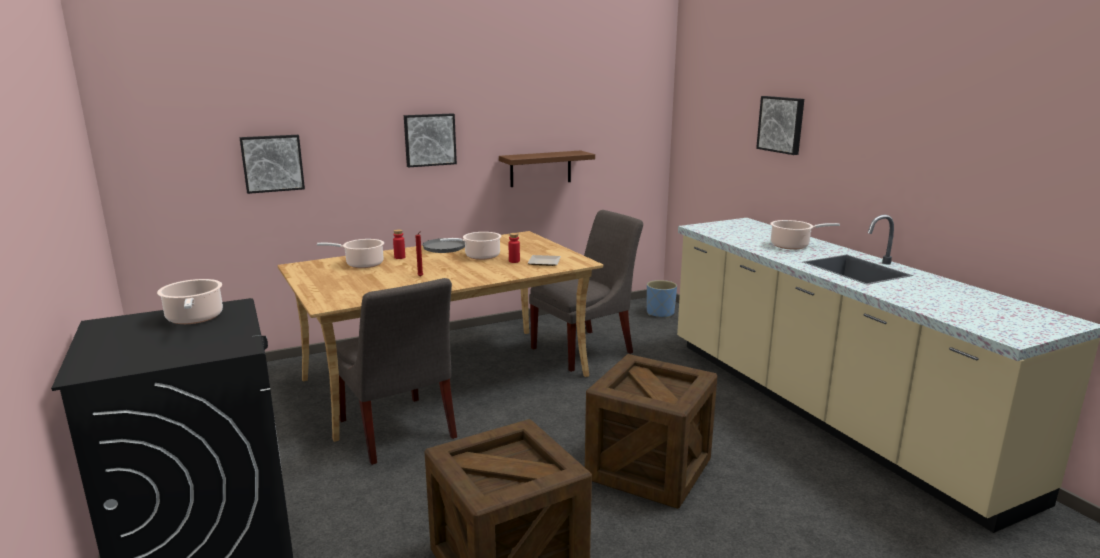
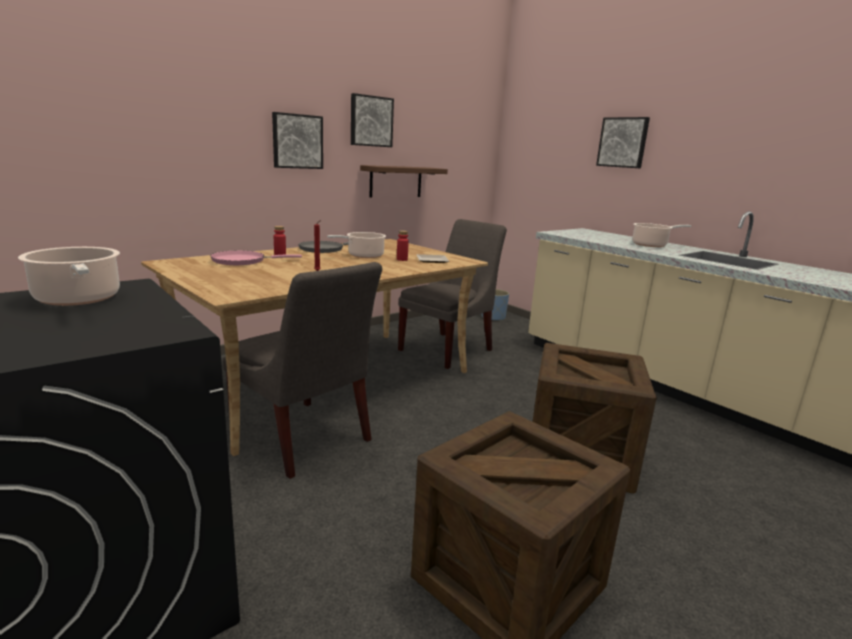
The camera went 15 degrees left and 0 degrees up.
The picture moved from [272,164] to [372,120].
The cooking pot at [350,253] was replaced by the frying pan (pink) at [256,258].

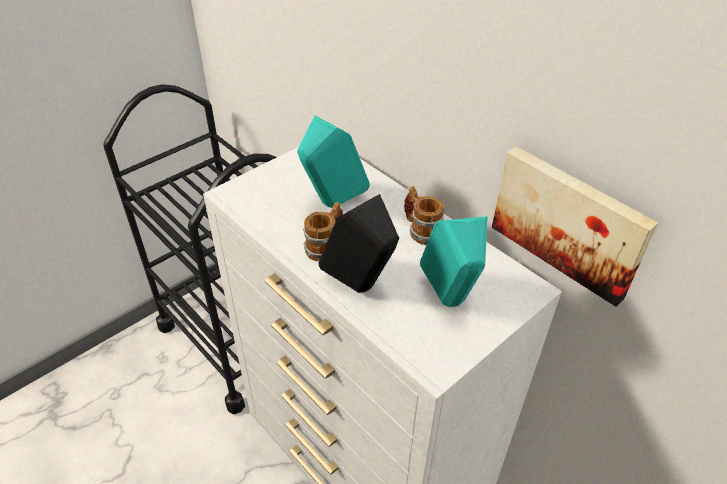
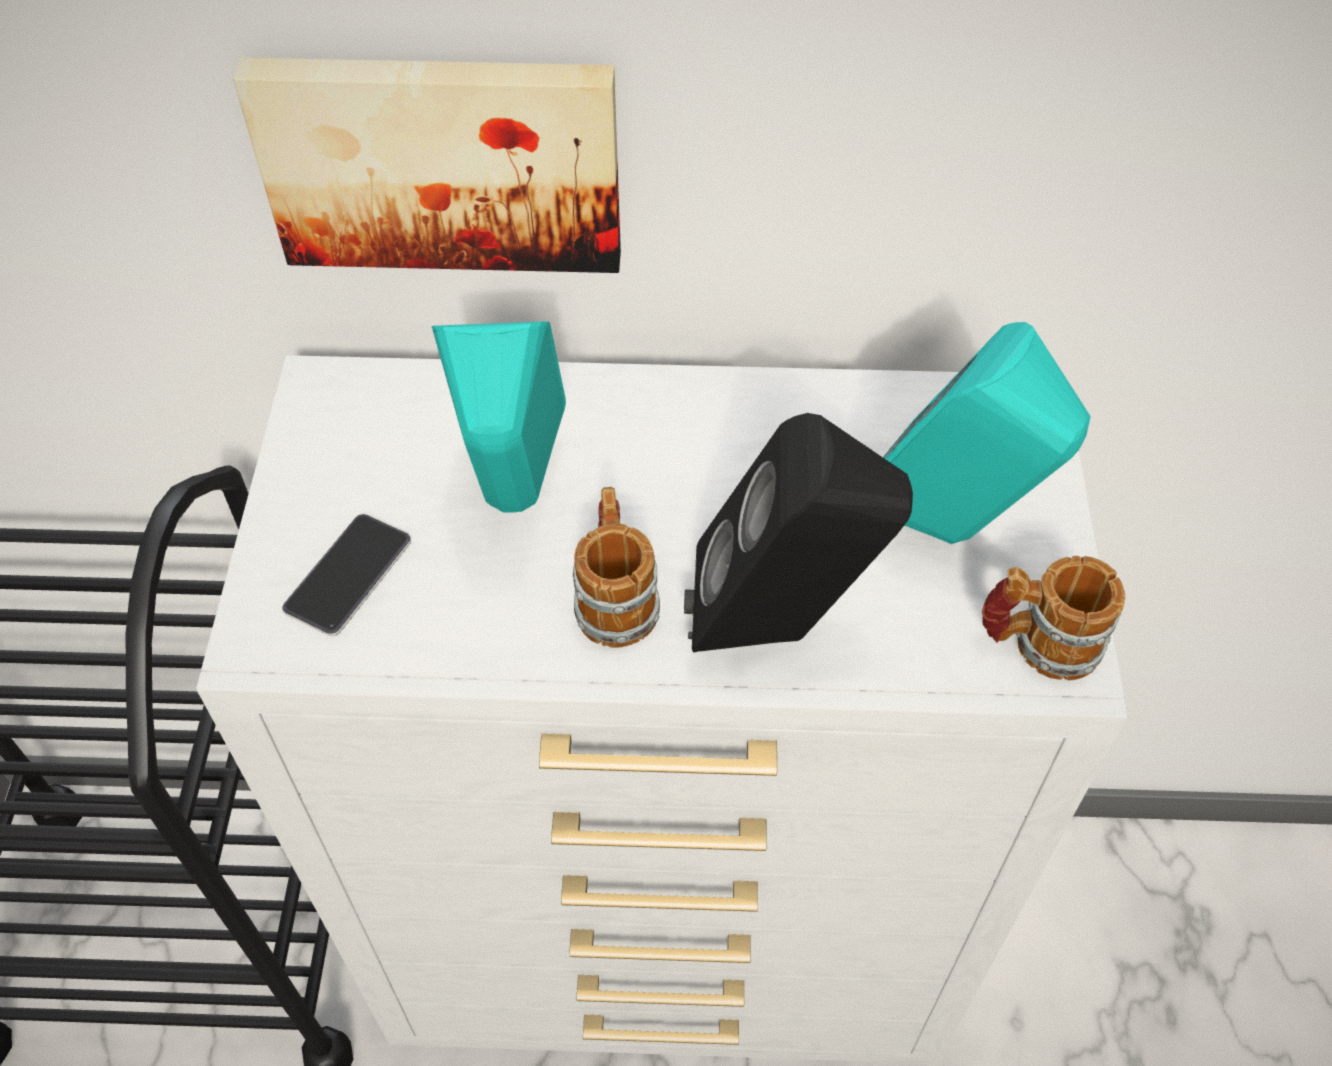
The camera went 45 degrees left and 10 degrees up.
The picture moved from [575,226] to [427,165].
The mug moved from [424,215] to [1053,618].
The phone at [346,575] appeared.

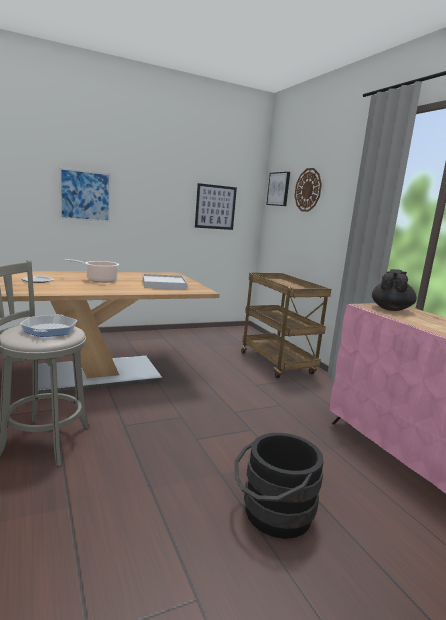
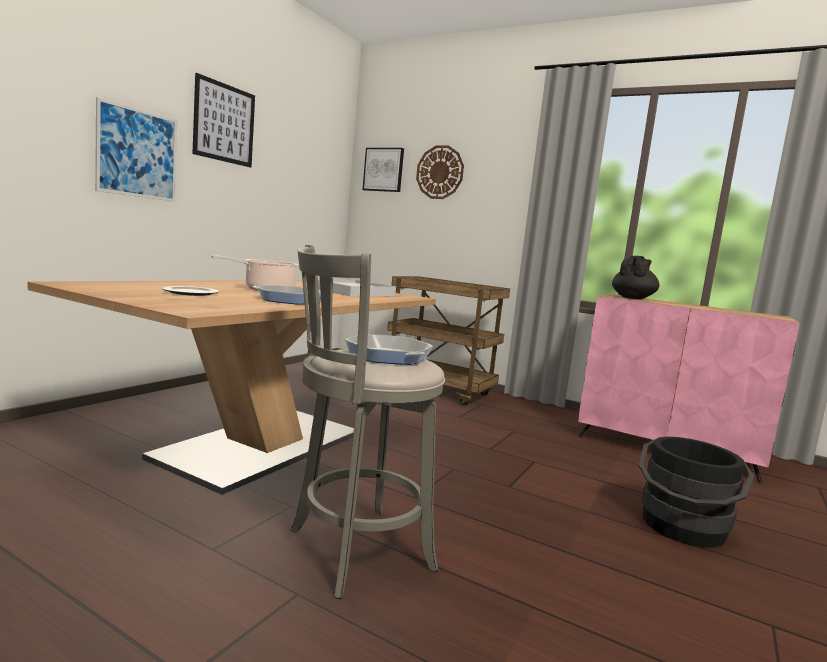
The camera went 35 degrees left and 5 degrees down.
The picture moved from [216,206] to [223,120].
The teapot (black) at [394,290] turned 45 degrees clockwise.
The frying pan at [287,295] appeared.

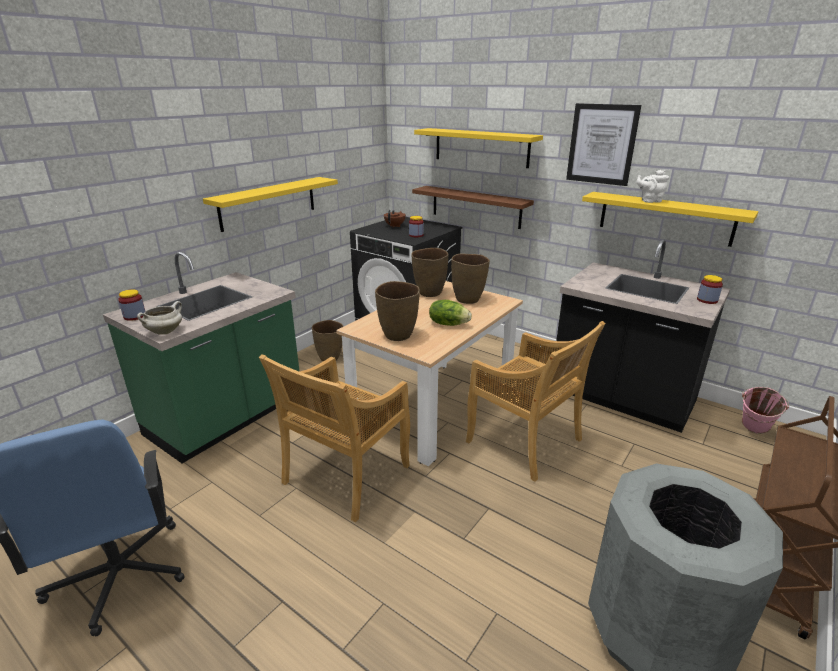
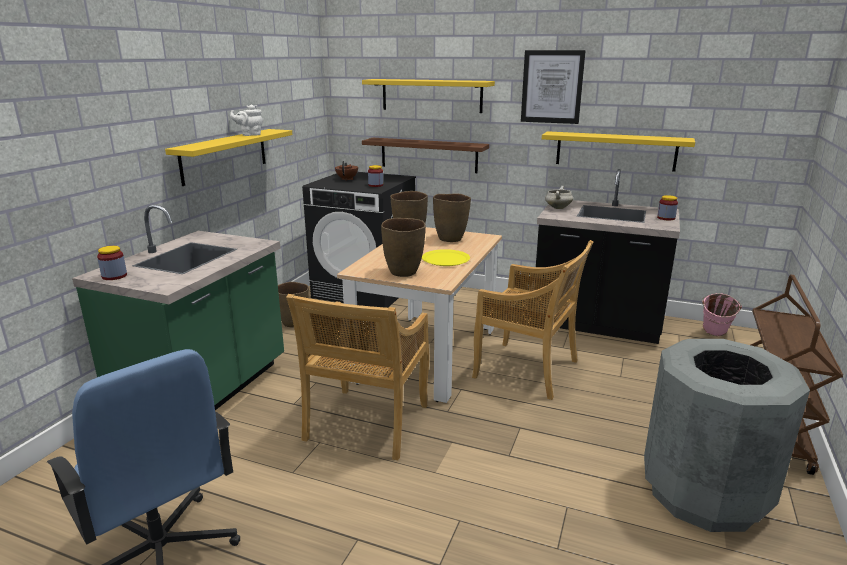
The camera went 15 degrees left and 5 degrees down.
The teapot (white) moved from [653,186] to [246,120].
The lettuce at [450,313] was replaced by the plate (yellow) at [446,257].
The cooking pot (white) moved from [159,318] to [559,197].

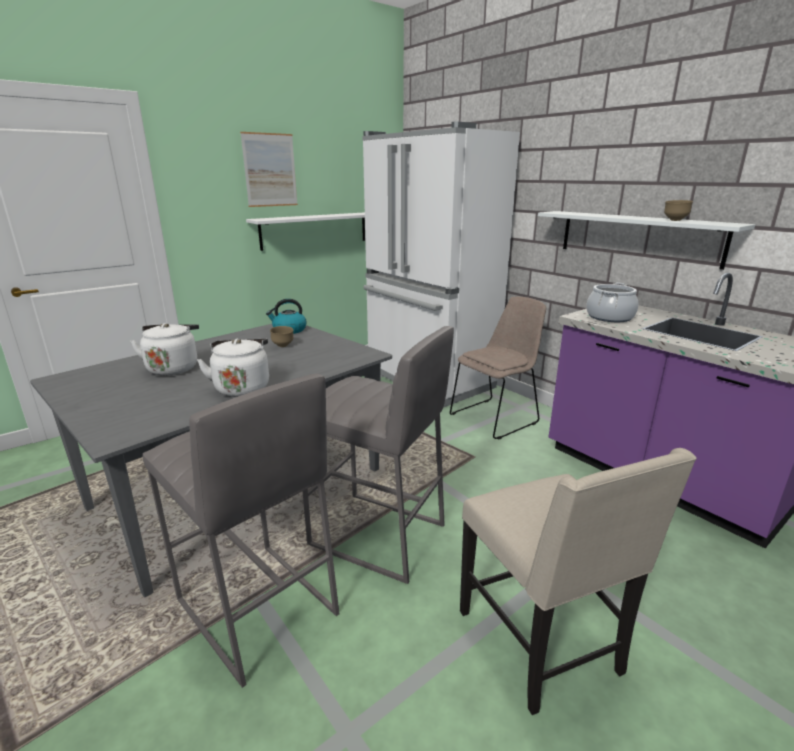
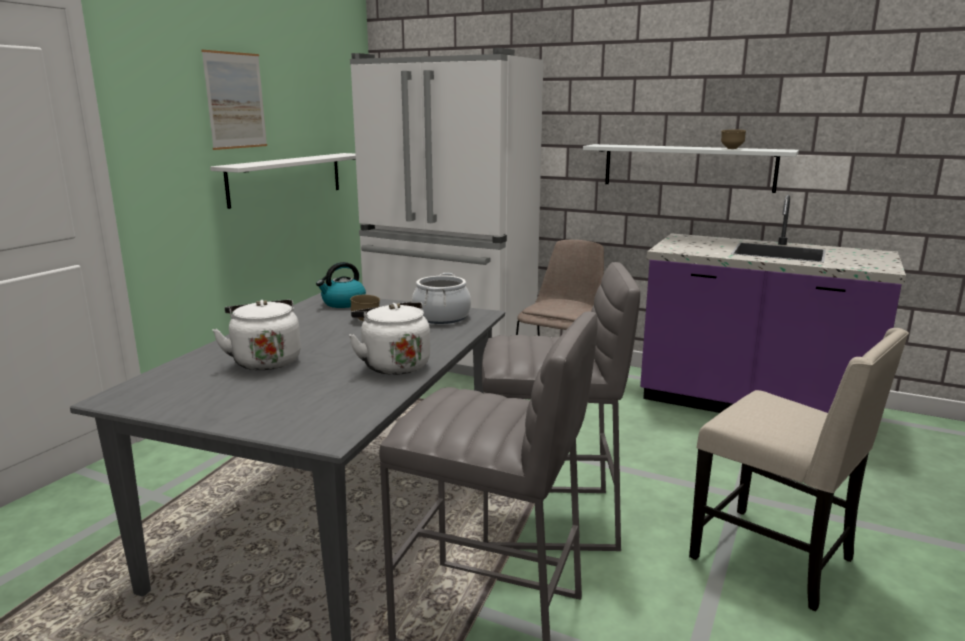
The camera went 25 degrees left and 5 degrees down.
The cooking pot moved from [612,302] to [441,298].

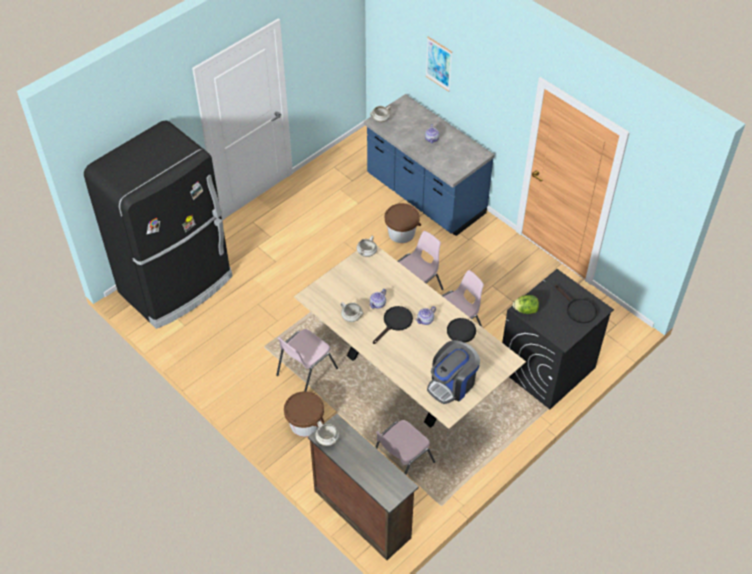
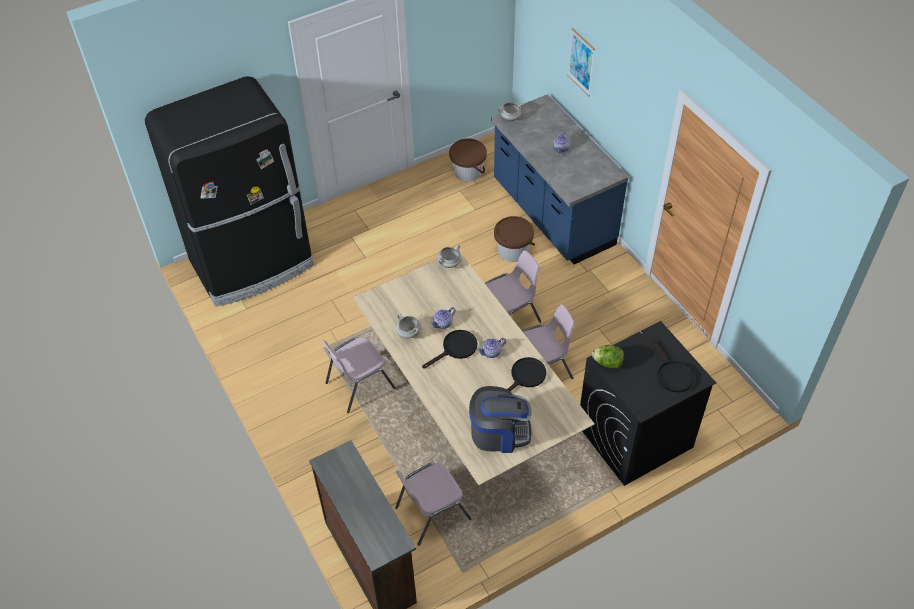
The camera went 15 degrees right and 0 degrees up.
The coffee machine at [453,372] turned 150 degrees counterclockwise.
The bucket (brown) moved from [304,414] to [468,160].
The cooking pot (white) at [327,433] disappeared.

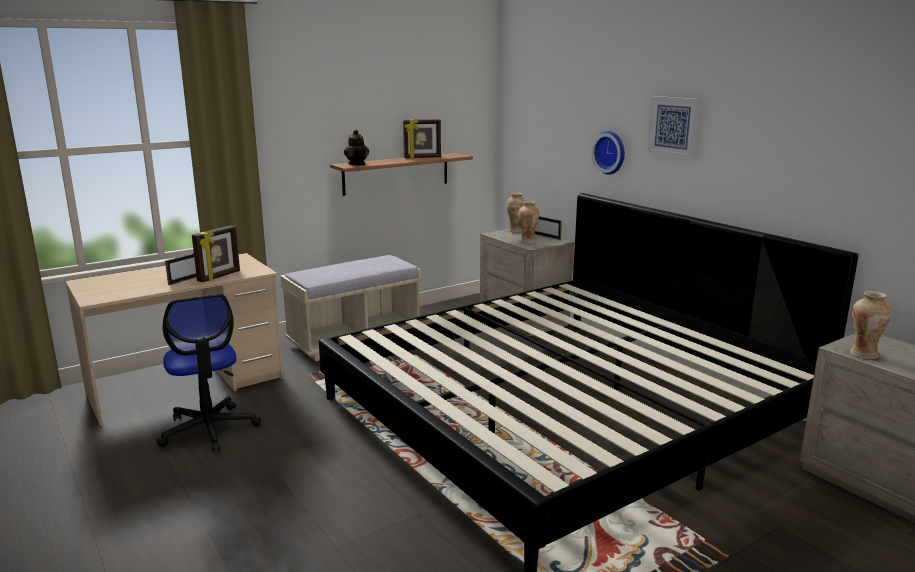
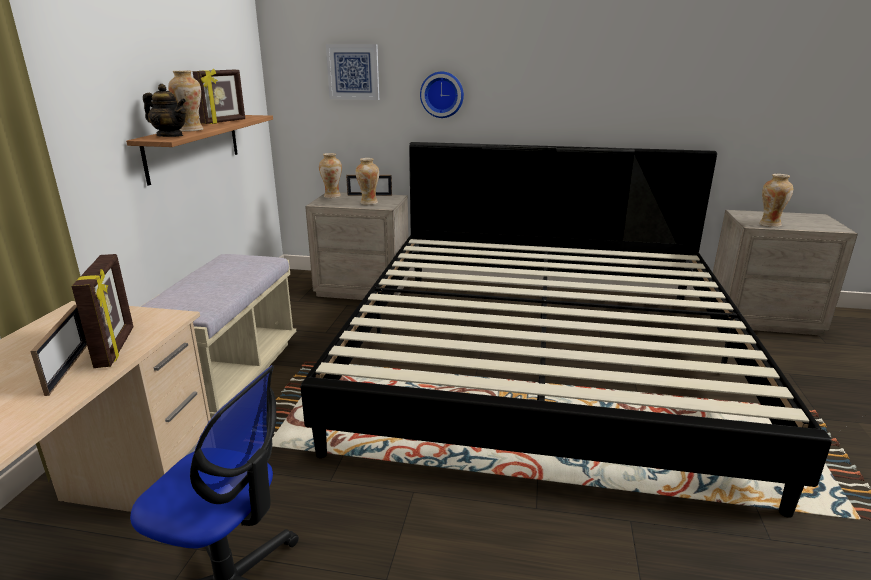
The camera went 45 degrees left and 5 degrees up.
The picture moved from [673,127] to [352,72].
The vase at [186,101] appeared.

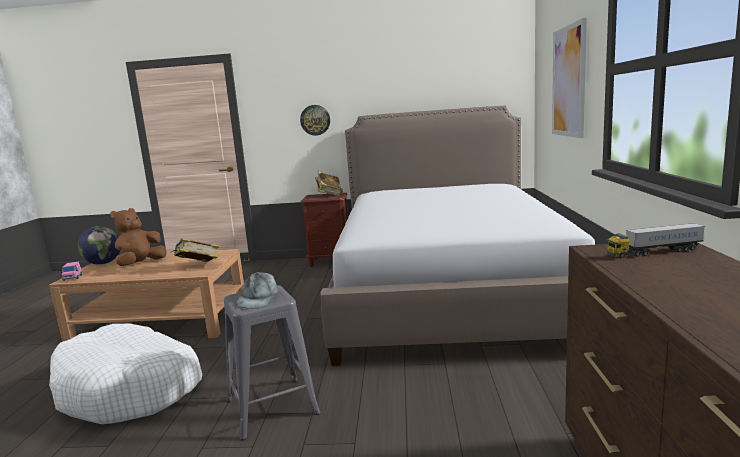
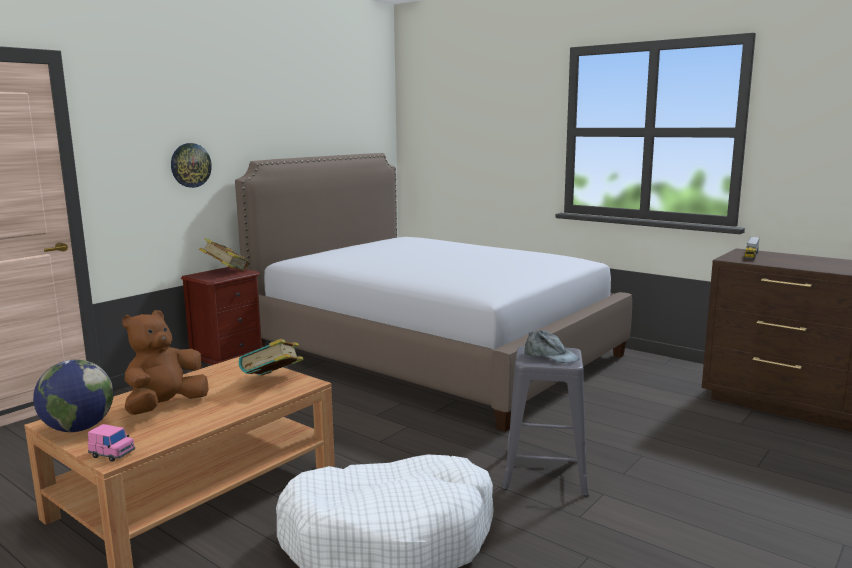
The camera went 55 degrees left and 0 degrees up.
The picture at [569,78] disappeared.
The plush toy (brown) at [138,237] turned 60 degrees clockwise.

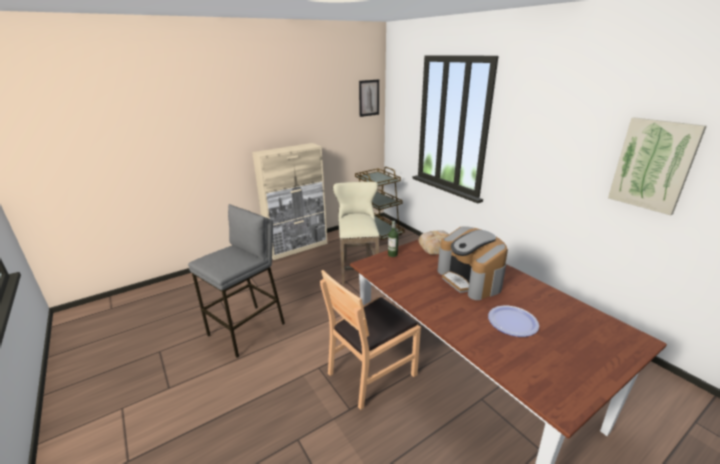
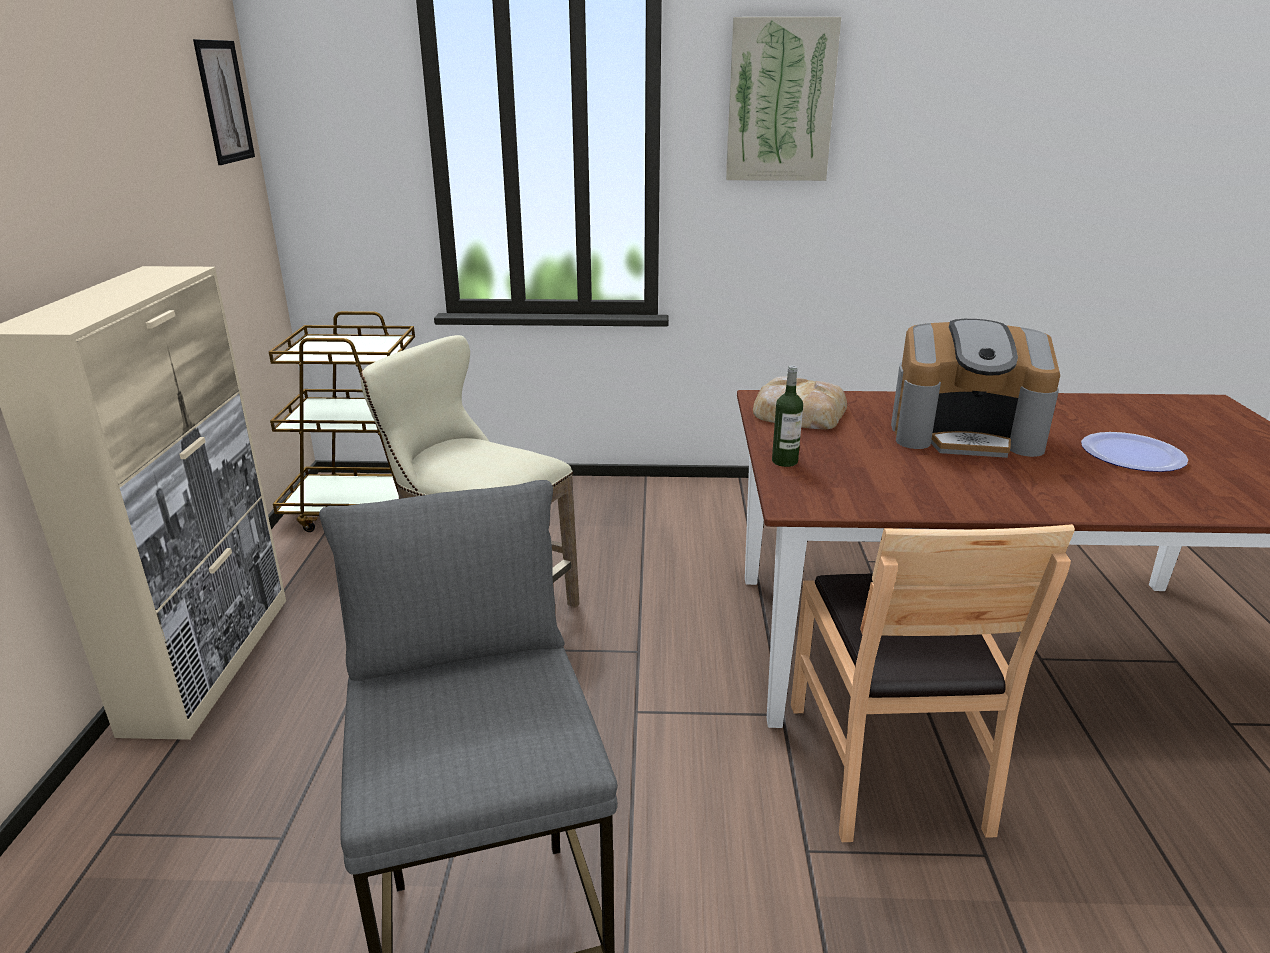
The camera went 55 degrees left and 0 degrees up.
The picture moved from [657,166] to [783,99].

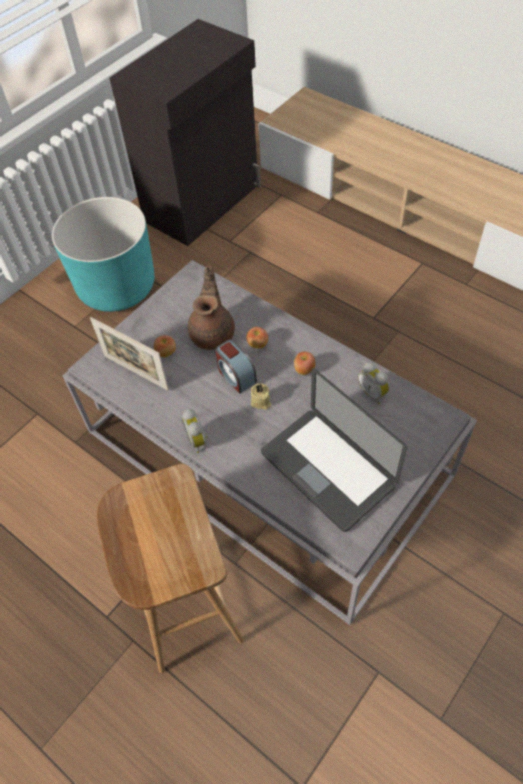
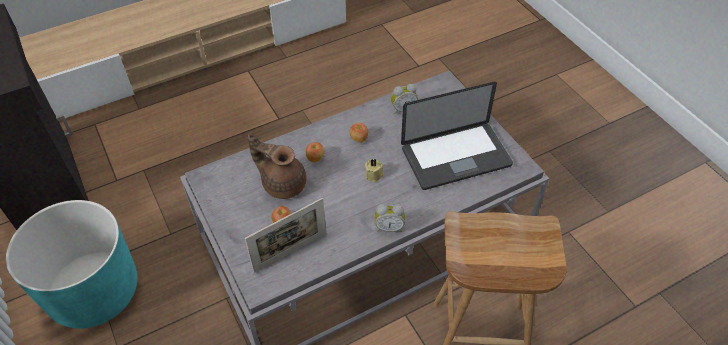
The camera went 70 degrees left and 5 degrees down.
The alarm clock at [236,367] disappeared.

